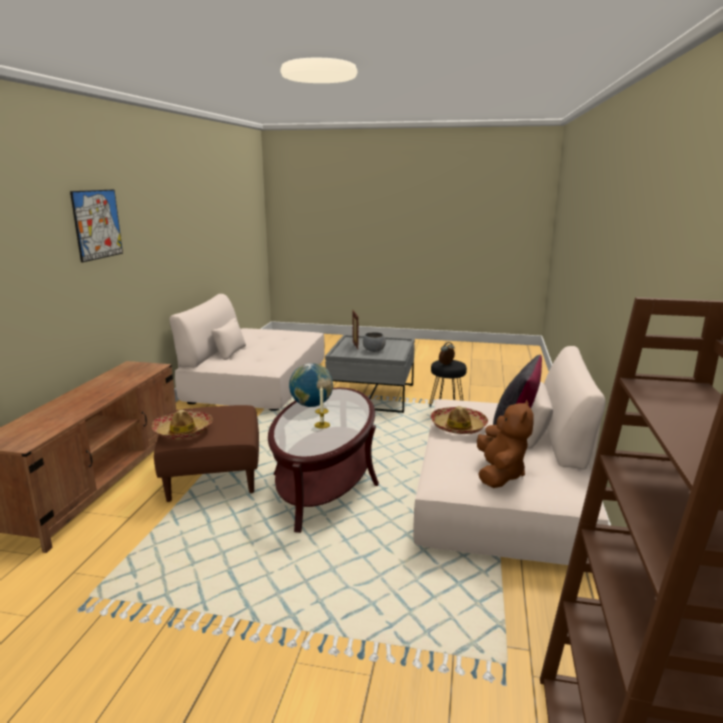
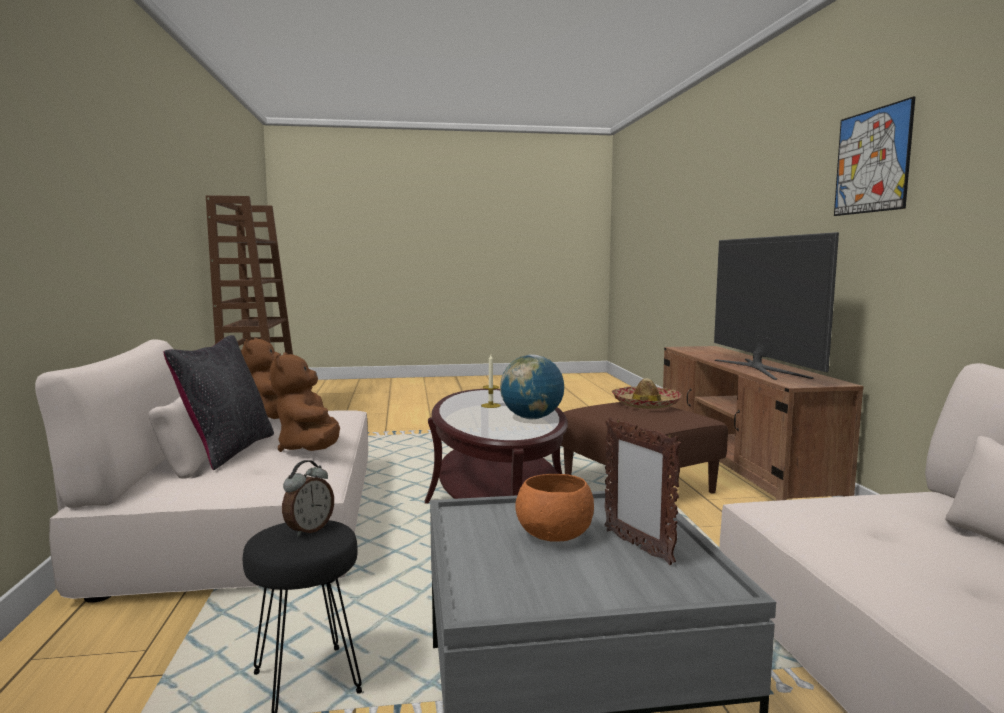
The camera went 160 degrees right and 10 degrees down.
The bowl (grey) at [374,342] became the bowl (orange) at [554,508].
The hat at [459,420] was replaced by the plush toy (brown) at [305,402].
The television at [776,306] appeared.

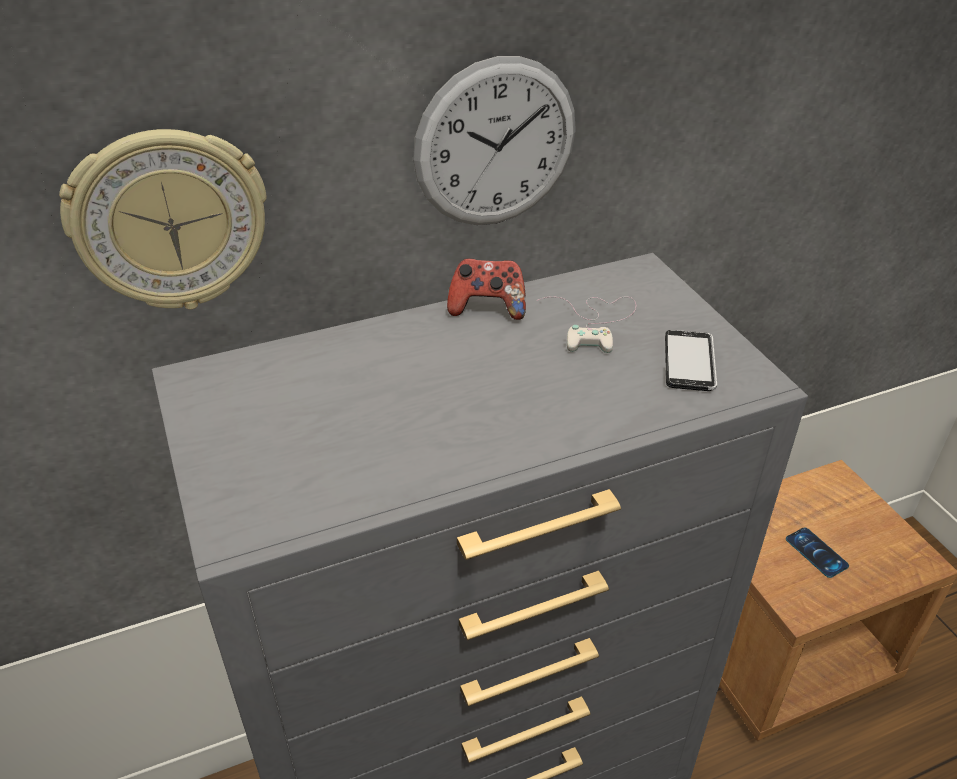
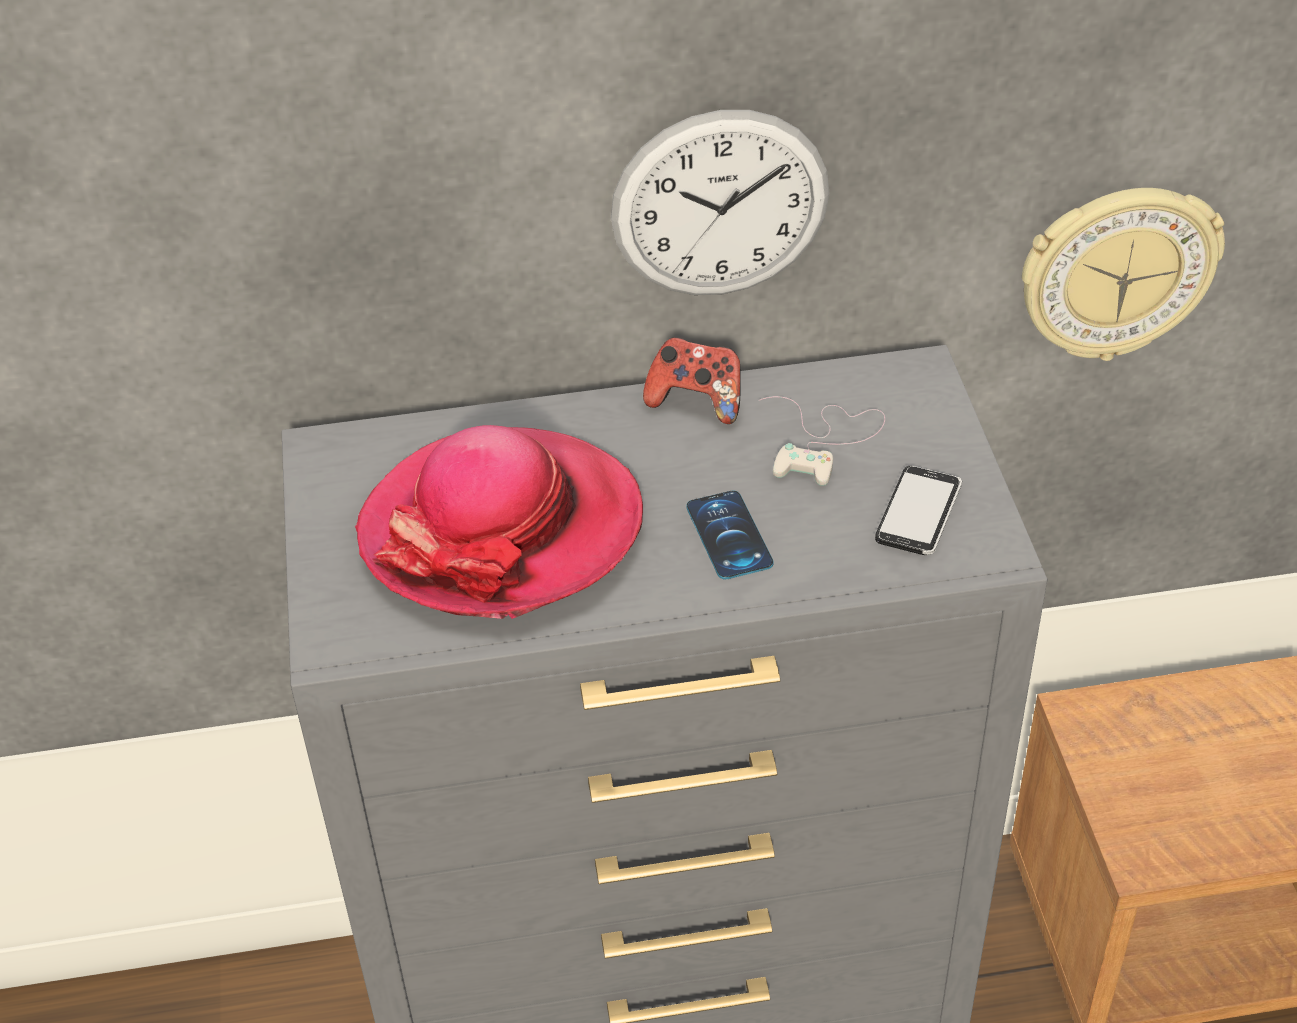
The camera went 15 degrees right and 5 degrees up.
The wall clock moved from [163,219] to [1123,274].
The phone moved from [817,552] to [730,535].
The hat at [499,522] appeared.

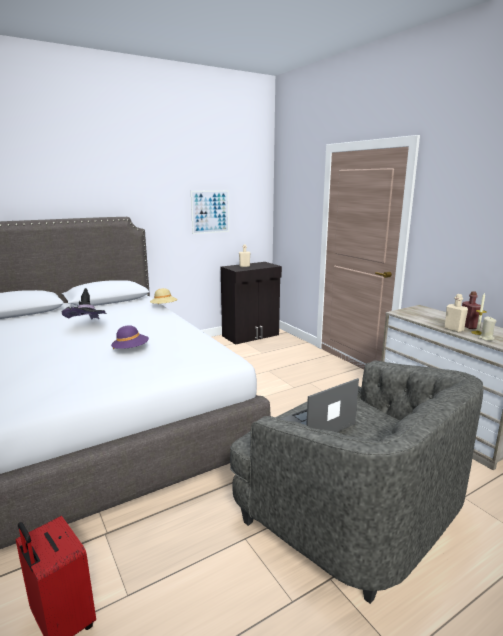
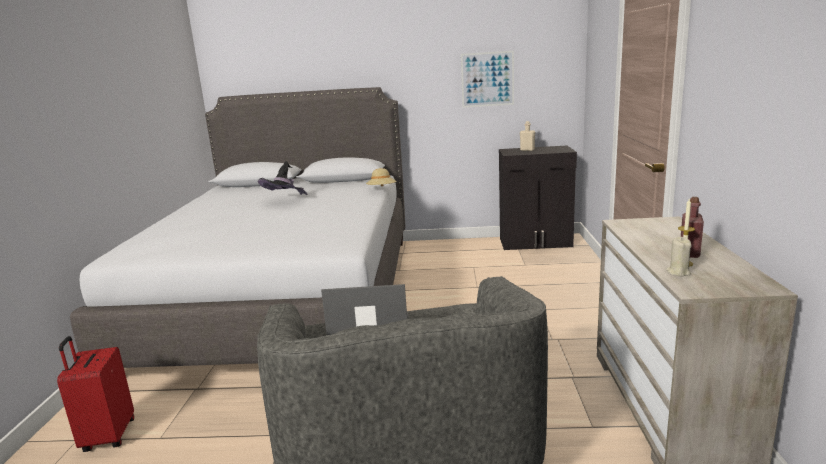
The camera went 35 degrees right and 0 degrees up.
The bottle (beige) at [456,313] disappeared.
The hat (purple) at [130,337] disappeared.

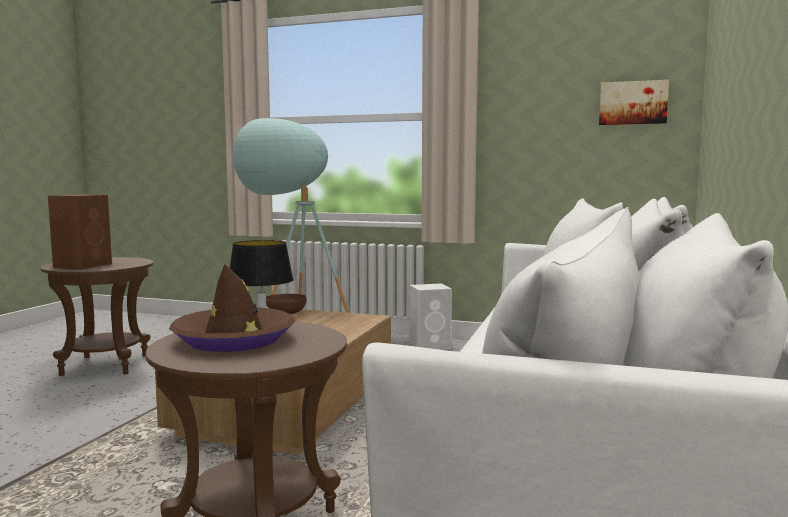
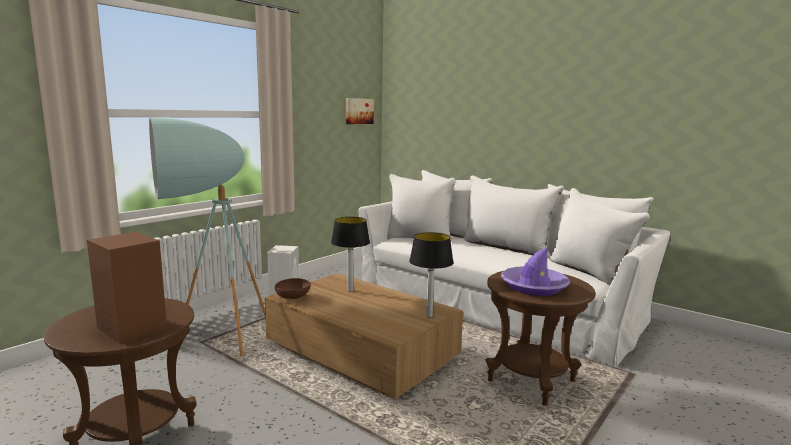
The camera went 70 degrees left and 5 degrees up.
The hat (brown) at [232,308] became the hat (purple) at [535,271].
The table lamp at [350,254] appeared.

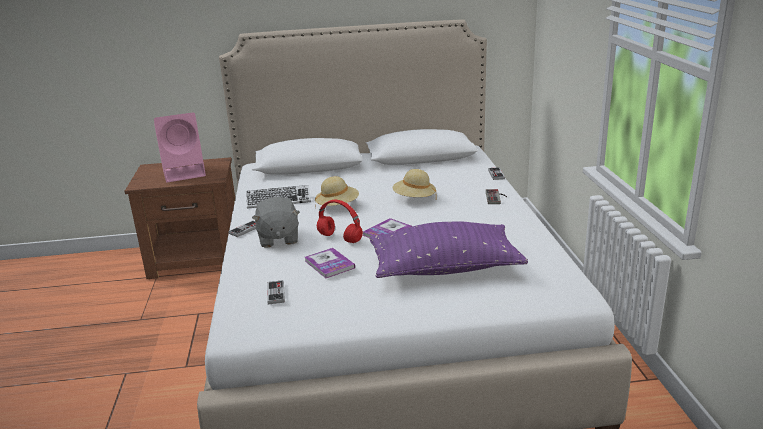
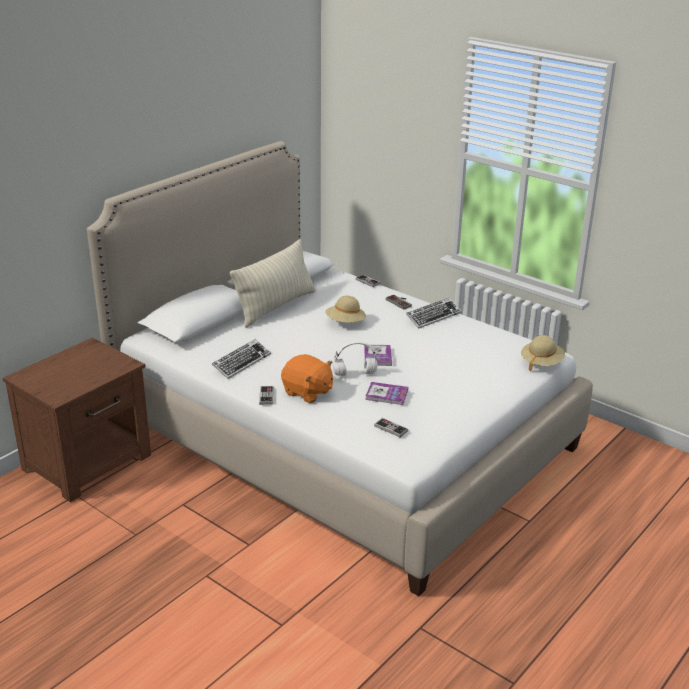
The camera went 45 degrees left and 5 degrees up.
The speaker (pink) at [180,147] disappeared.
The hat (beige) moved from [337,192] to [543,353].
The plush toy (grey) at [276,222] became the plush toy (orange) at [307,378].
The headphones (red) at [340,221] became the headphones (white) at [355,358].
The pillow (purple) at [448,250] disappeared.
The pillow (beige) at [273,283] appeared.
The keyboard at [434,313] appeared.

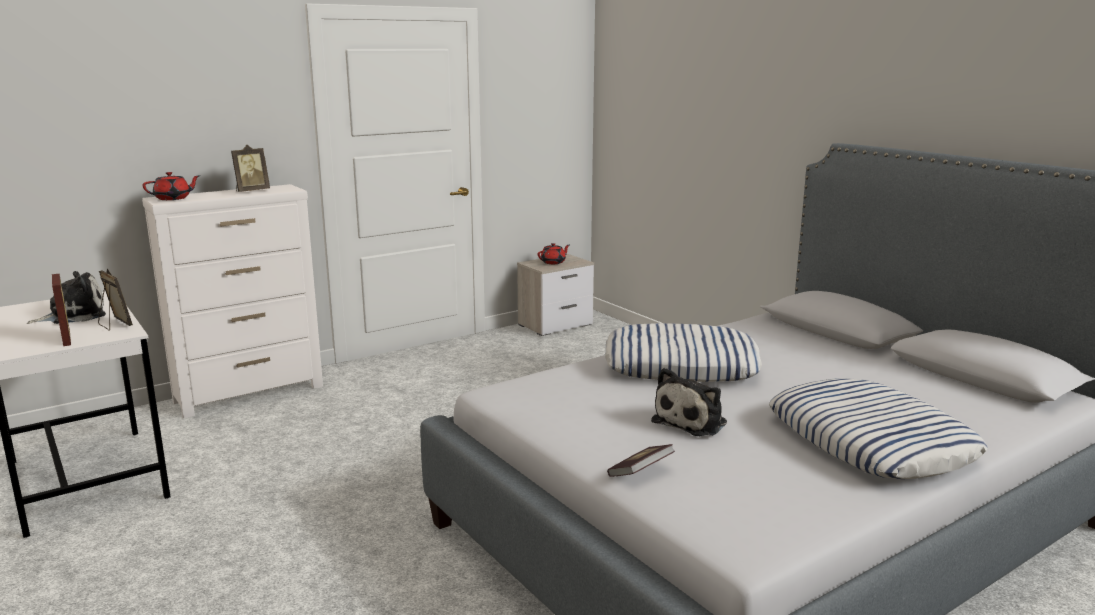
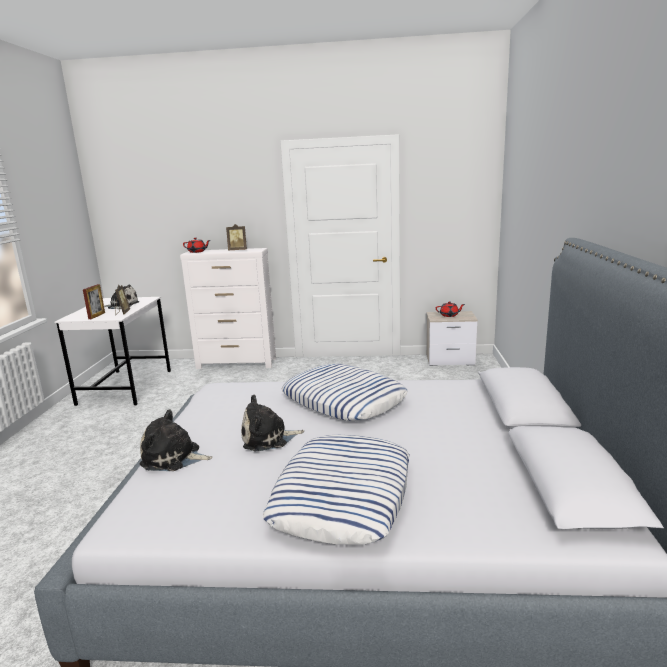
The camera went 40 degrees right and 0 degrees up.
The book at [641,460] was replaced by the plush toy at [176,440].

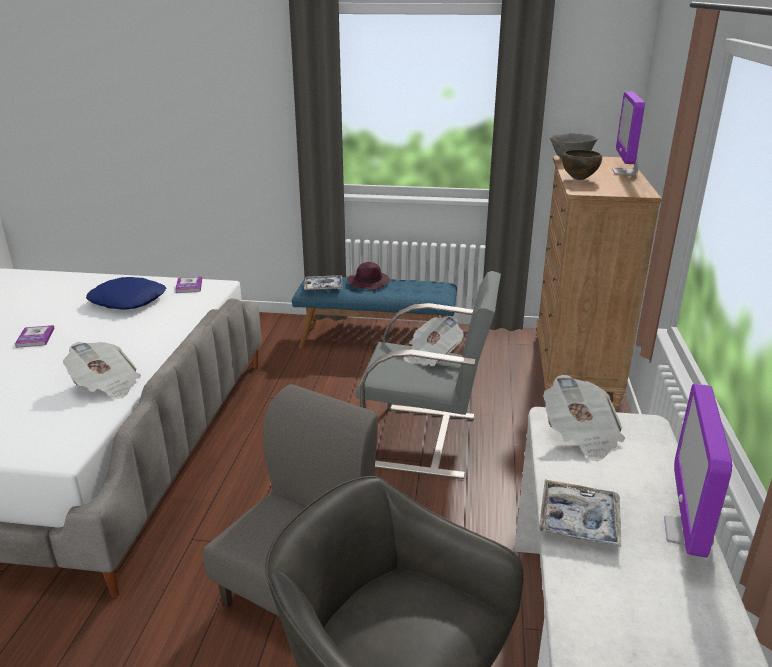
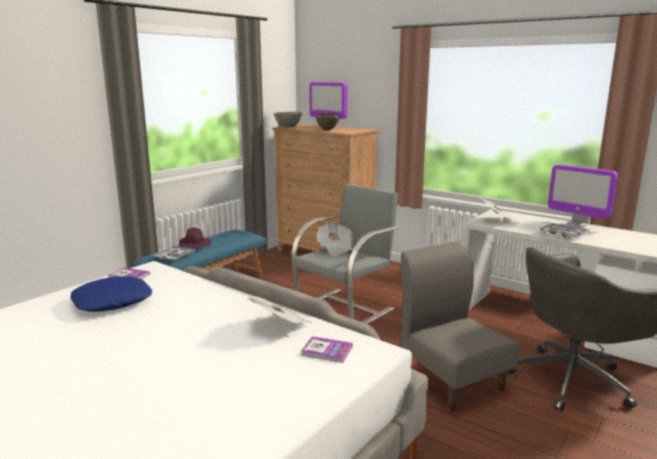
The camera went 60 degrees left and 10 degrees down.
The book moved from [35,336] to [327,349].

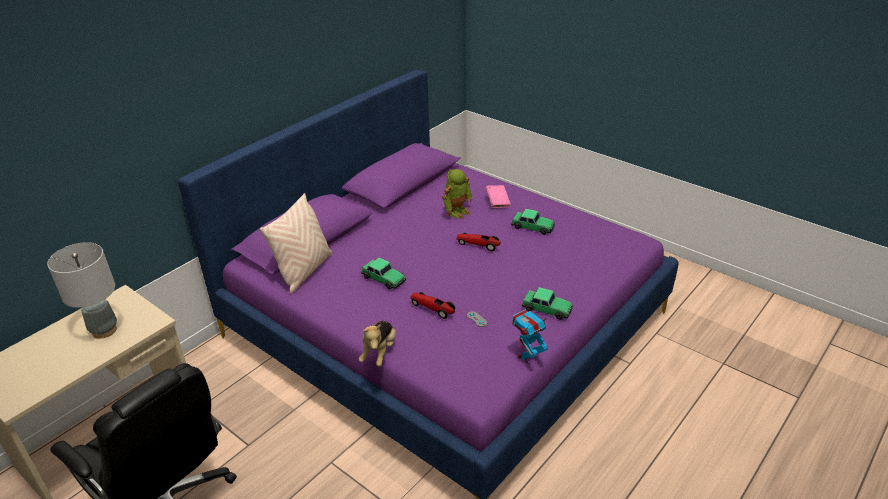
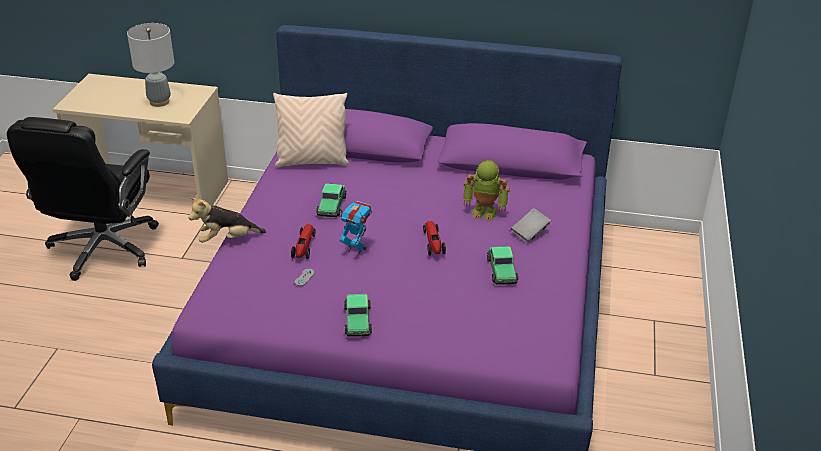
The camera went 60 degrees right and 0 degrees up.
The book (pink) at [498,196] became the book (grey) at [531,225].
The toy robot moved from [530,337] to [355,228].

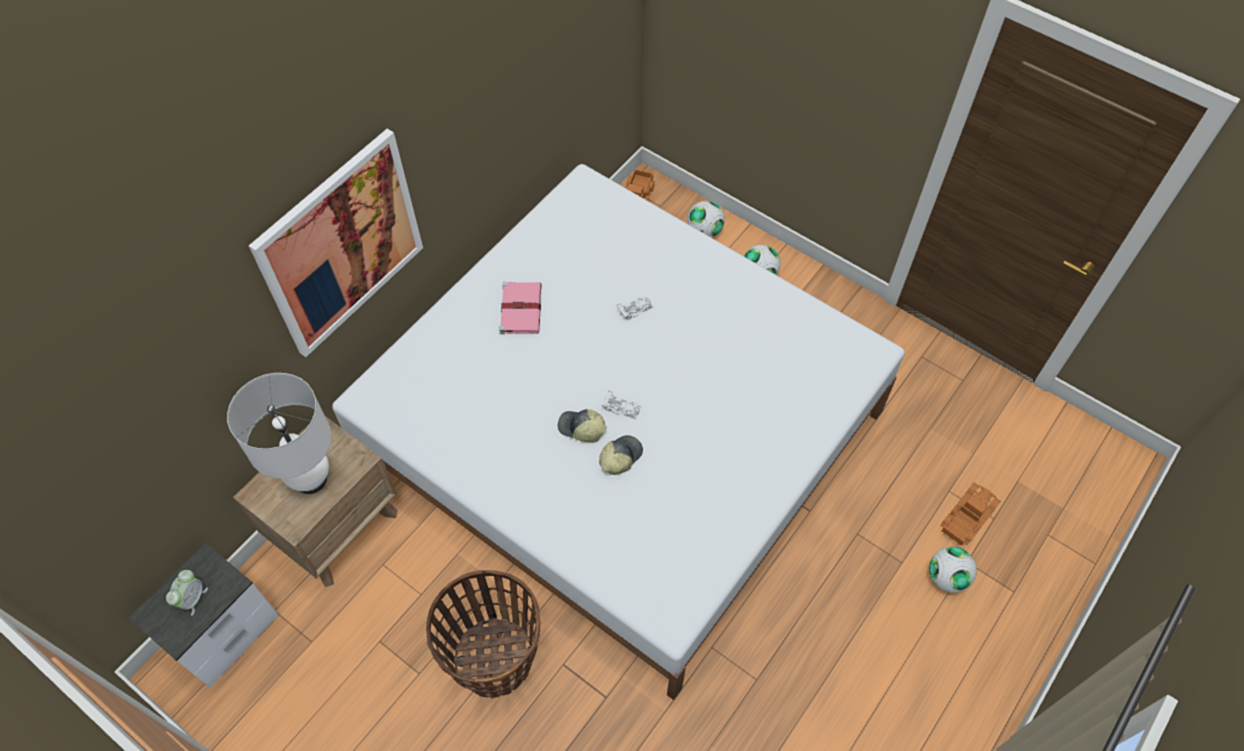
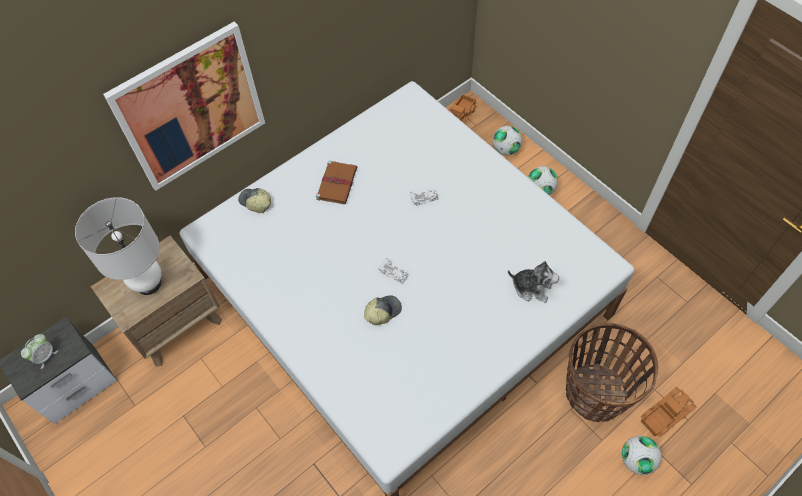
The camera went 15 degrees right and 0 degrees up.
The book (pink) at [520,308] became the book (brown) at [336,182].
The cap moved from [582,425] to [254,200].
The basket moved from [483,634] to [612,372].
The plush toy at [533,282] appeared.

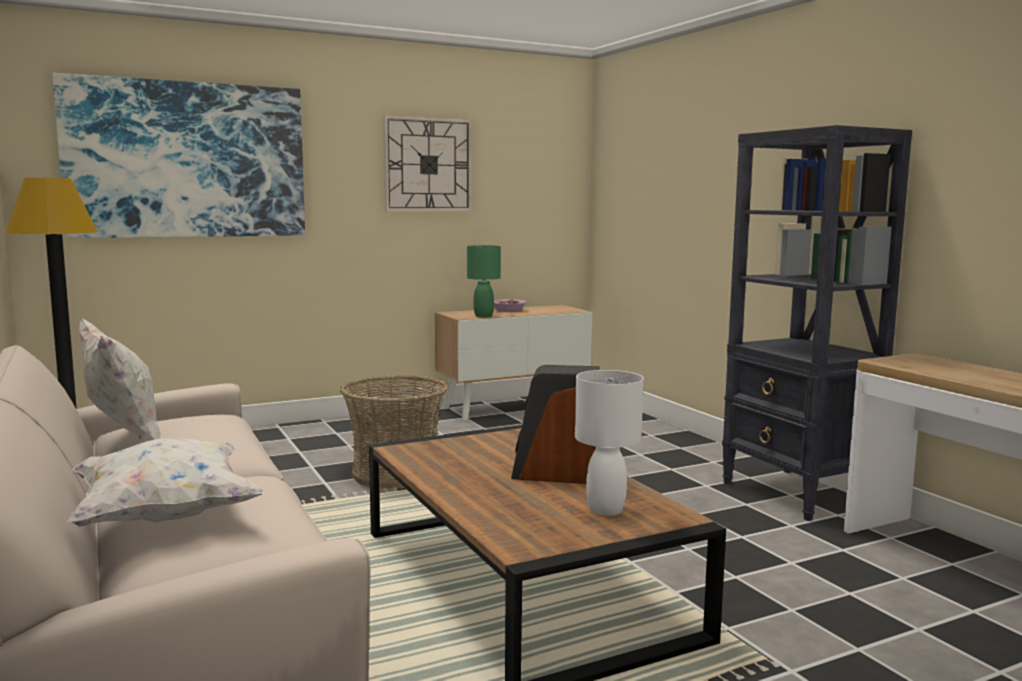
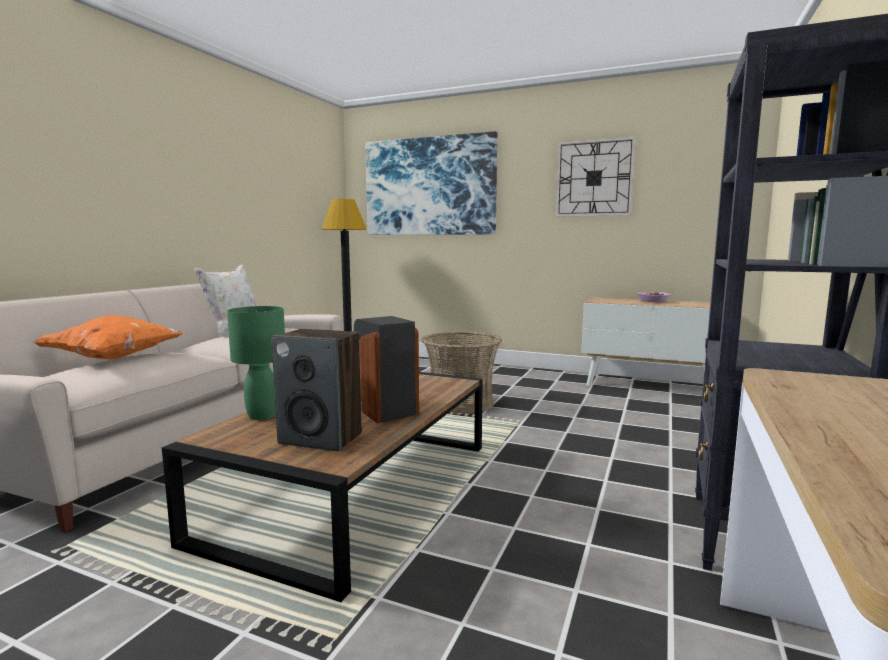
The camera went 50 degrees right and 0 degrees up.
The table lamp (green) moved from [484,281] to [256,363].
The table lamp (white) at [609,443] was replaced by the speaker at [317,390].
The pillow (white) at [166,482] became the pillow (orange) at [109,337].

